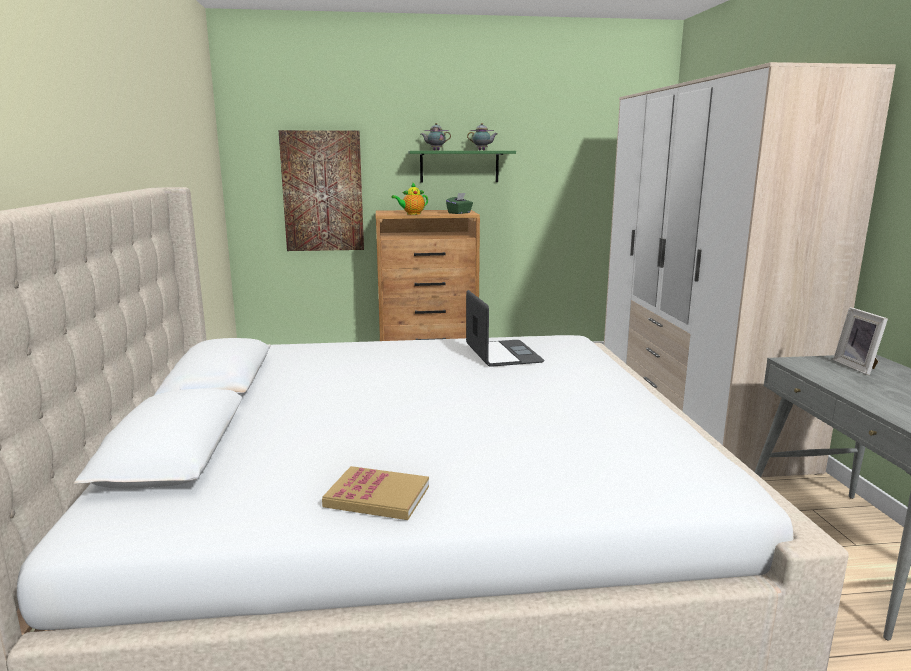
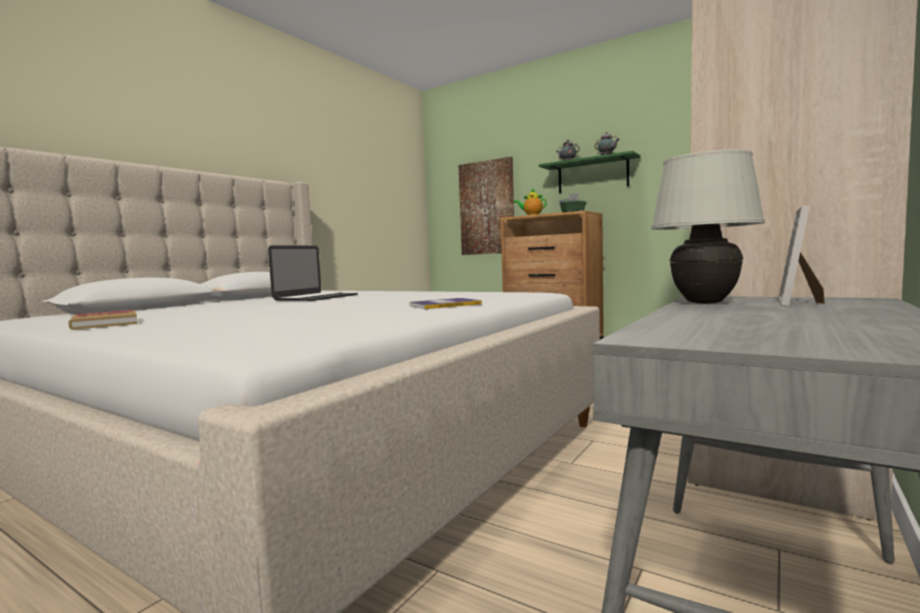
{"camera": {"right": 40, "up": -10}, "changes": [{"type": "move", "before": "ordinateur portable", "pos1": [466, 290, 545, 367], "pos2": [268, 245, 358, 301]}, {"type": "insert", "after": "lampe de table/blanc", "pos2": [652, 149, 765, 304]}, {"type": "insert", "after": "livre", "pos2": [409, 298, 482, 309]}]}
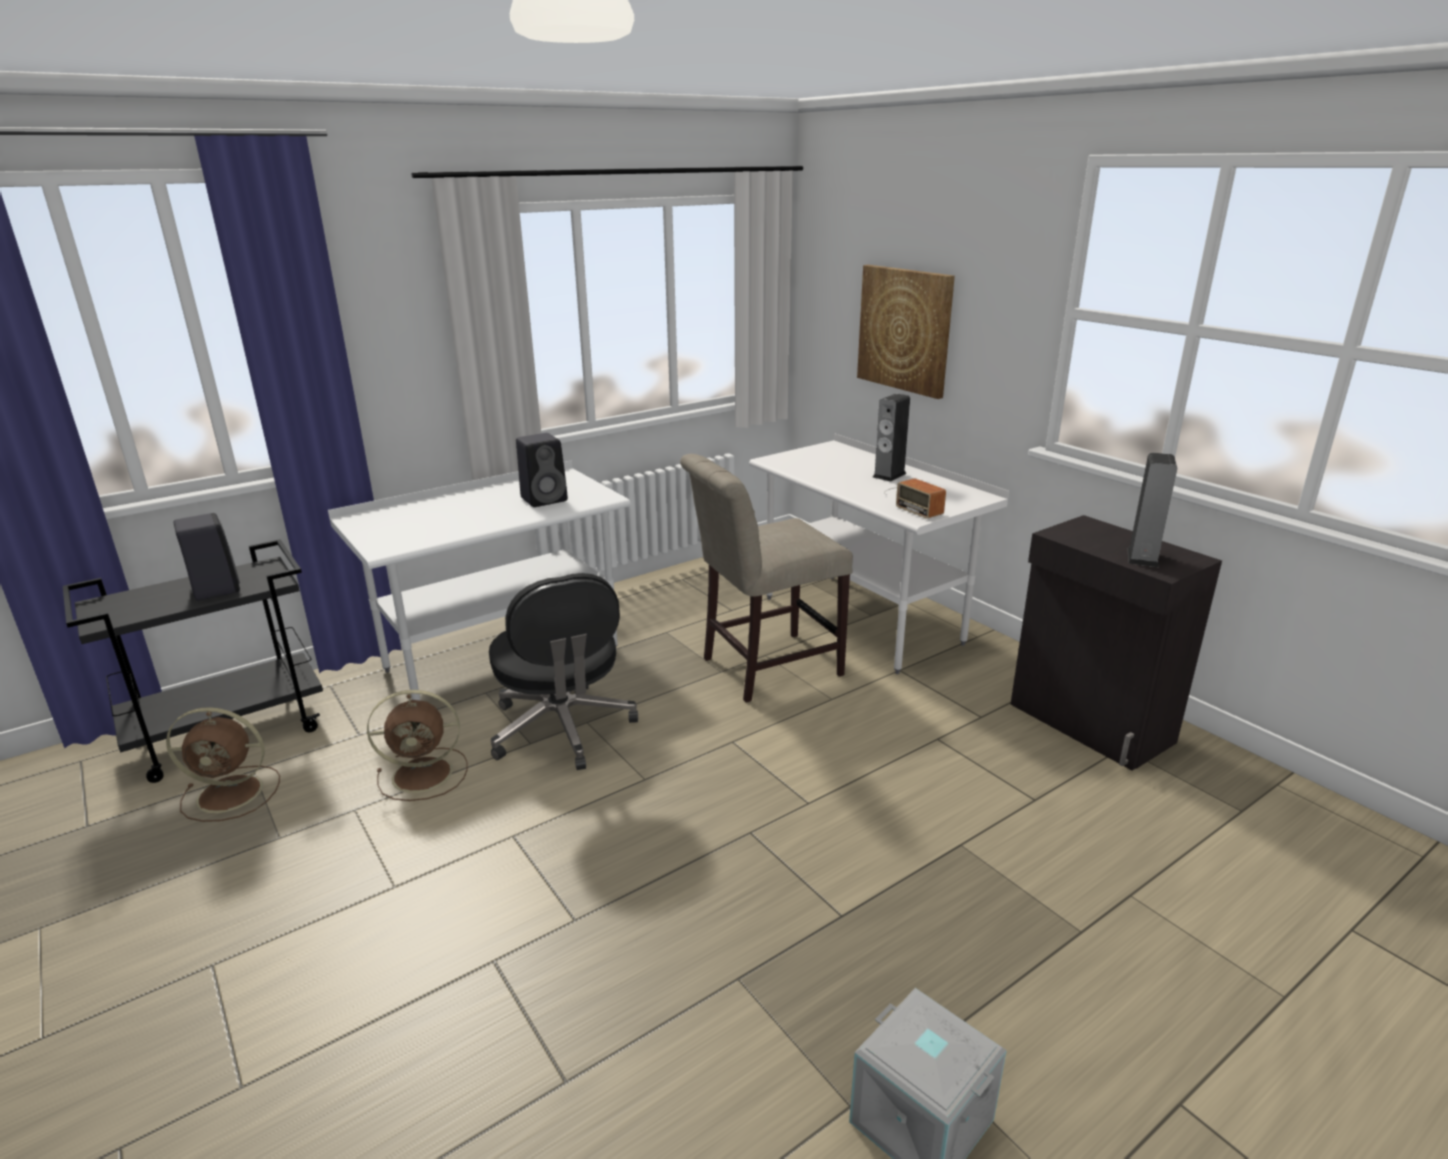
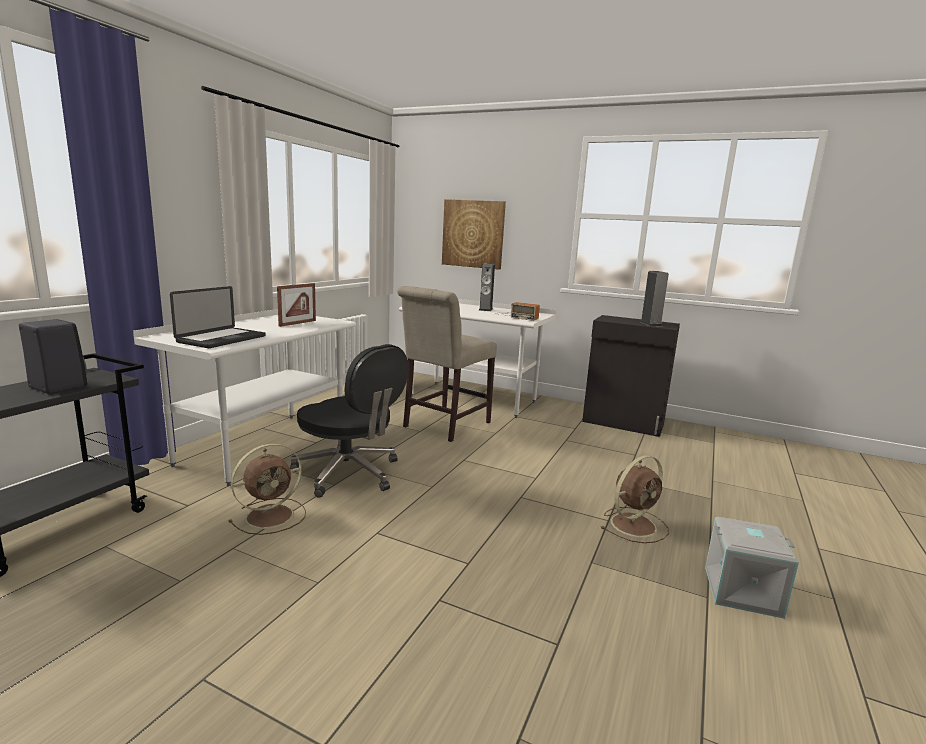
{"camera": {"right": -30, "up": -10}, "changes": [{"type": "replace", "before": "enceinte/noir", "after": "cadre photo", "pos1": [516, 433, 568, 507], "pos2": [277, 283, 316, 327]}, {"type": "move", "before": "ventilateur/marron", "pos1": [166, 707, 280, 822], "pos2": [601, 455, 669, 543]}, {"type": "insert", "after": "ordinateur portable", "pos2": [170, 286, 266, 348]}]}
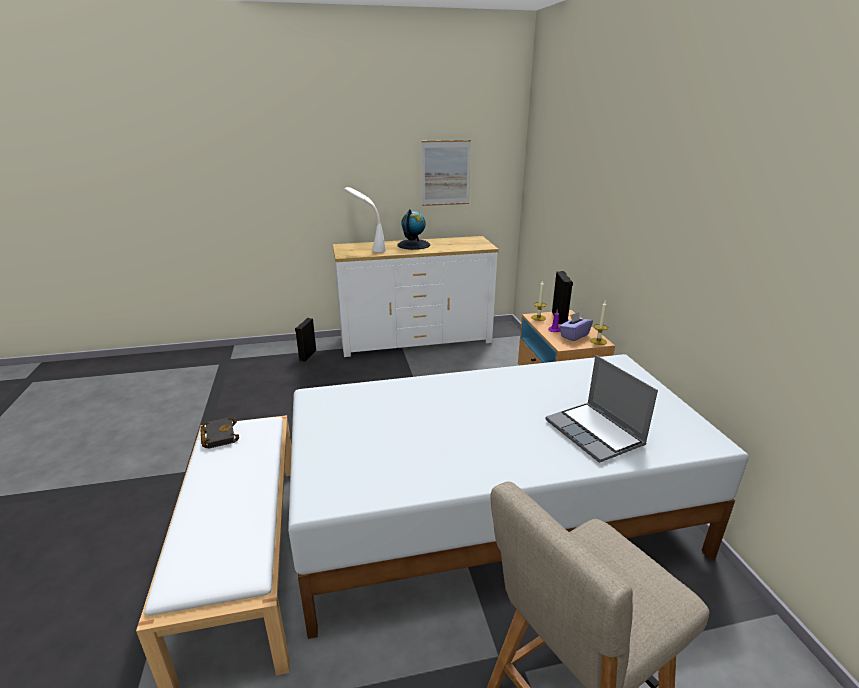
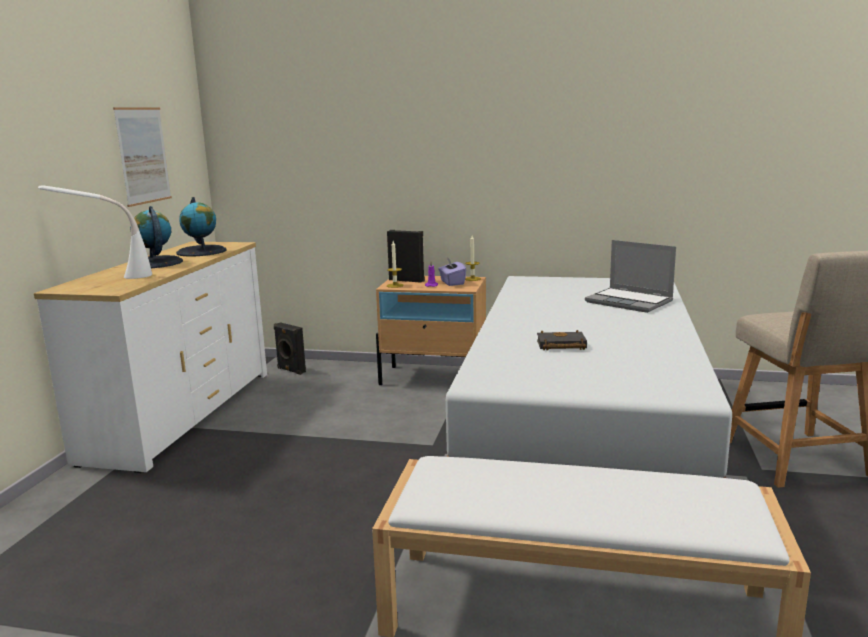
{"camera": {"right": -65, "up": -10}, "changes": [{"type": "move", "before": "enceinte/noir", "pos1": [295, 318, 316, 362], "pos2": [274, 322, 306, 375]}, {"type": "rotate", "before": "ordinateur portable", "pos1": [545, 355, 658, 463], "pos2": [585, 240, 676, 313], "turn": 45}, {"type": "move", "before": "livre/noir", "pos1": [201, 417, 239, 449], "pos2": [537, 330, 587, 350]}, {"type": "insert", "after": "globe", "pos2": [176, 197, 227, 257]}]}
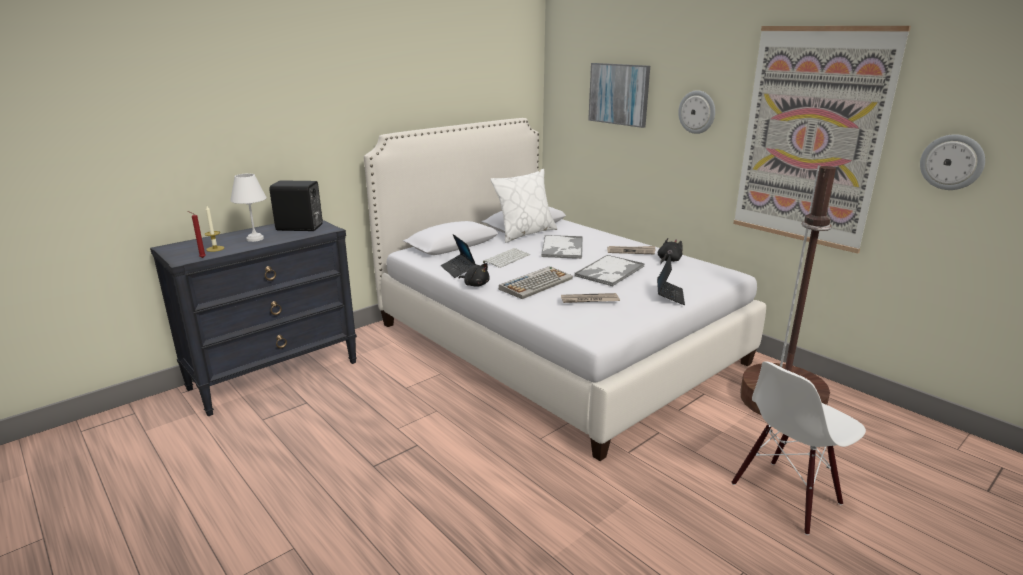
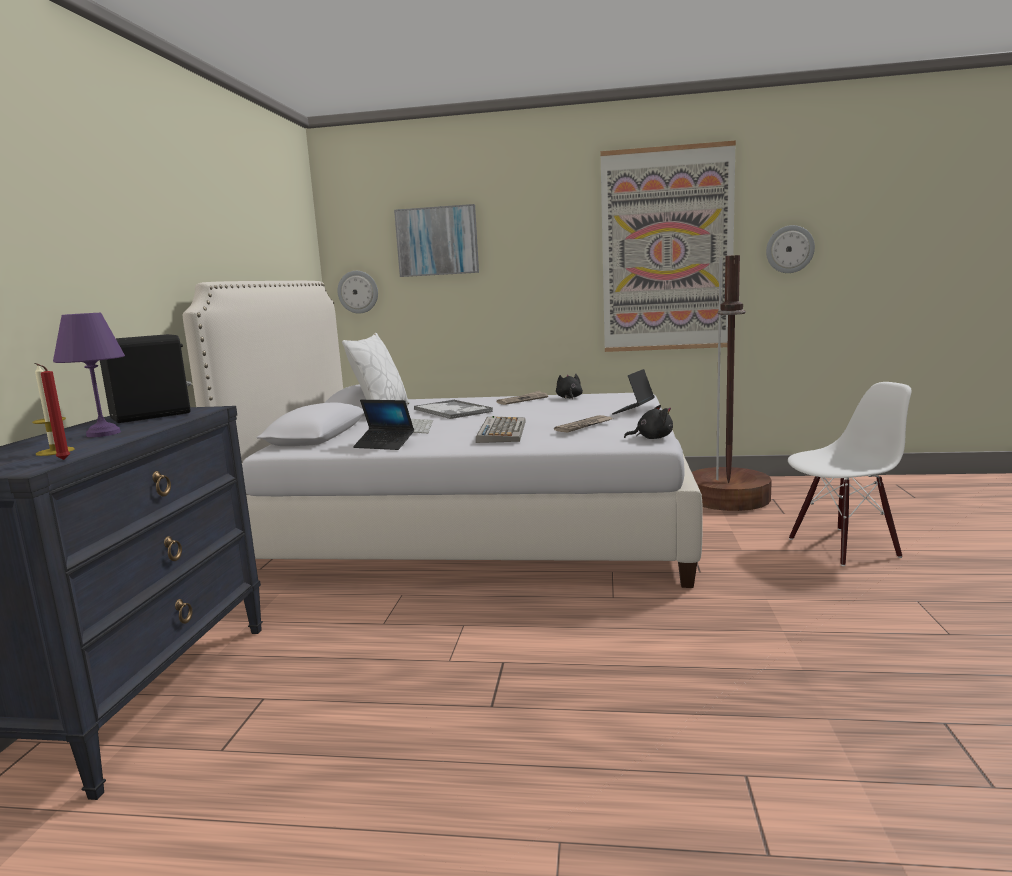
{"camera": {"right": -40, "up": -10}, "changes": [{"type": "move", "before": "horloge murale", "pos1": [678, 90, 715, 134], "pos2": [337, 271, 378, 314]}, {"type": "recolor", "before": "lampe de table/blanc", "after": "lampe de table/violet", "pos1": [230, 173, 267, 242], "pos2": [53, 313, 125, 437]}, {"type": "delete", "before": "plateau", "pos1": [574, 255, 645, 286]}, {"type": "rotate", "before": "ordinateur portable", "pos1": [657, 256, 685, 305], "pos2": [612, 369, 655, 414], "turn": -120}, {"type": "move", "before": "peluche/noir", "pos1": [459, 263, 490, 287], "pos2": [624, 405, 673, 439]}, {"type": "rotate", "before": "chaise/blanc", "pos1": [732, 361, 866, 535], "pos2": [788, 382, 912, 566], "turn": -120}]}
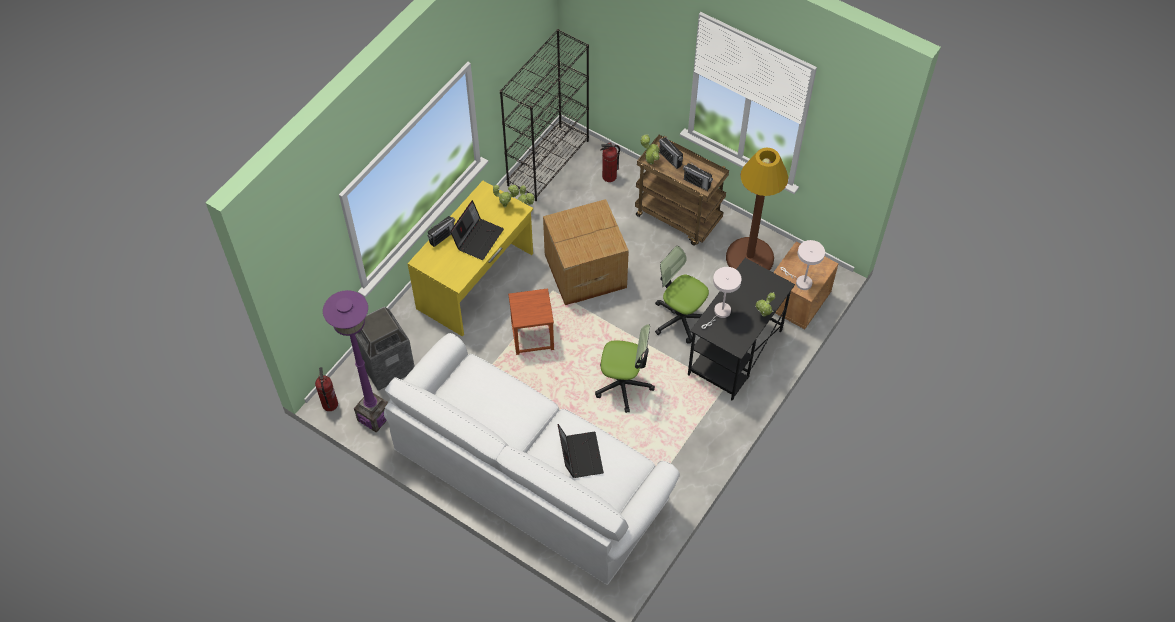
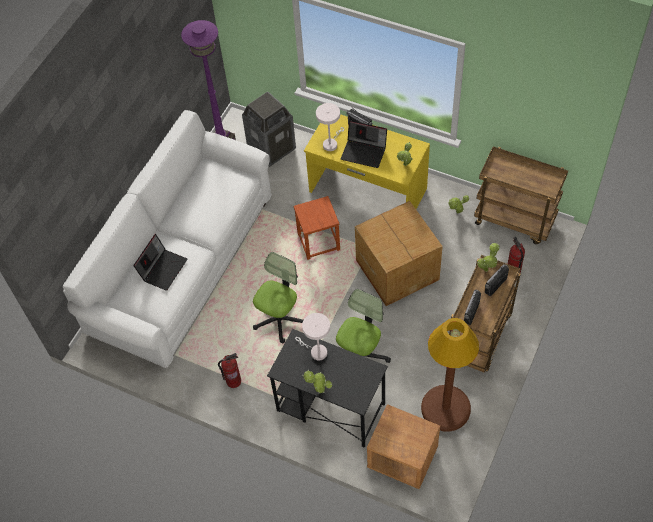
{"camera": {"right": 85, "up": 0}, "changes": [{"type": "replace", "before": "bibliothèque/noir", "after": "chariot/marron", "pos1": [500, 29, 589, 201], "pos2": [474, 146, 568, 244]}, {"type": "move", "before": "lampe de table/blanc", "pos1": [781, 240, 825, 290], "pos2": [316, 103, 344, 151]}, {"type": "rotate", "before": "chaise de bureau", "pos1": [595, 324, 655, 413], "pos2": [253, 252, 303, 343], "turn": -150}, {"type": "move", "before": "extincteur", "pos1": [315, 367, 338, 411], "pos2": [218, 353, 241, 388]}, {"type": "rotate", "before": "ordinateur portable", "pos1": [558, 424, 604, 478], "pos2": [133, 234, 187, 291], "turn": -45}]}
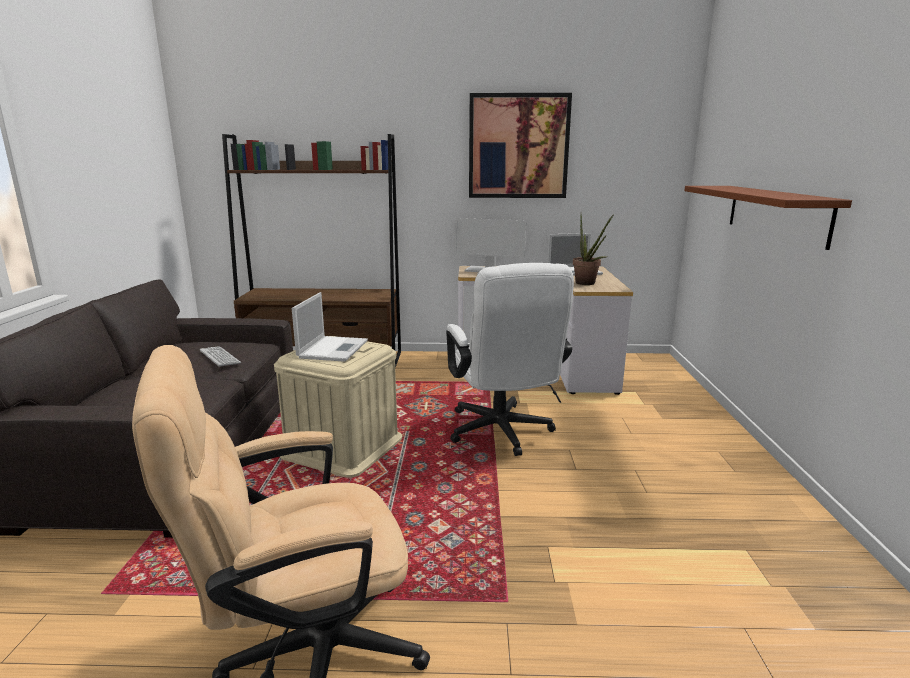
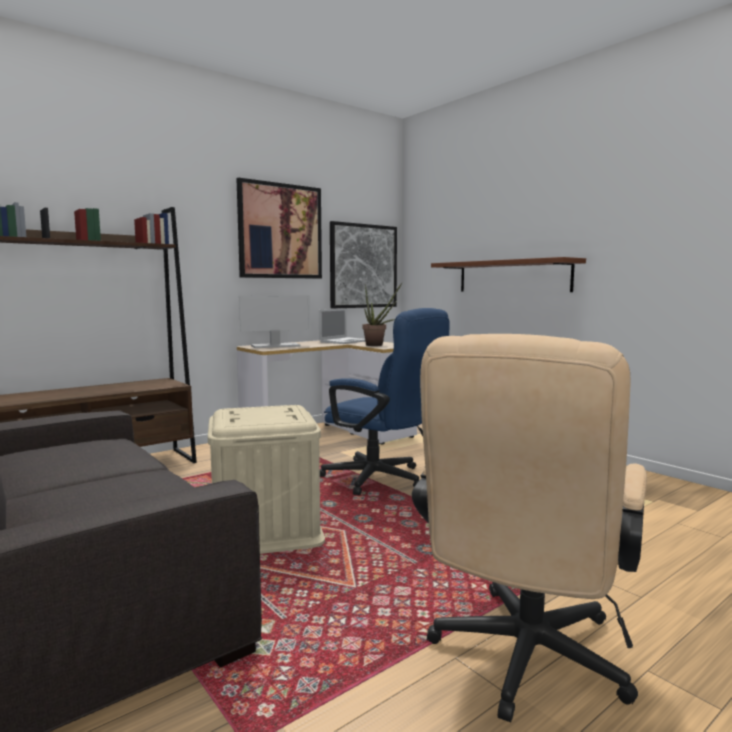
{"camera": {"right": -40, "up": -10}, "changes": [{"type": "recolor", "before": "chaise de bureau/blanc", "after": "chaise de bureau/bleu", "pos1": [446, 263, 574, 456], "pos2": [320, 308, 450, 495]}, {"type": "delete", "before": "ordinateur portable", "pos1": [292, 292, 368, 362]}, {"type": "delete", "before": "clavier", "pos1": [200, 346, 241, 367]}, {"type": "insert", "after": "tableau", "pos2": [330, 221, 397, 309]}]}
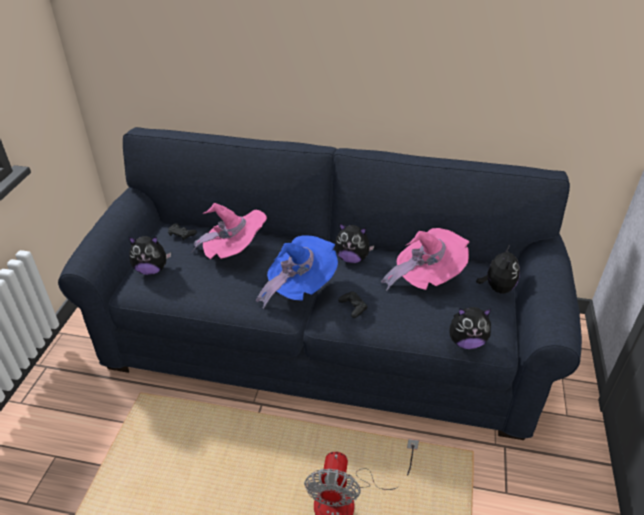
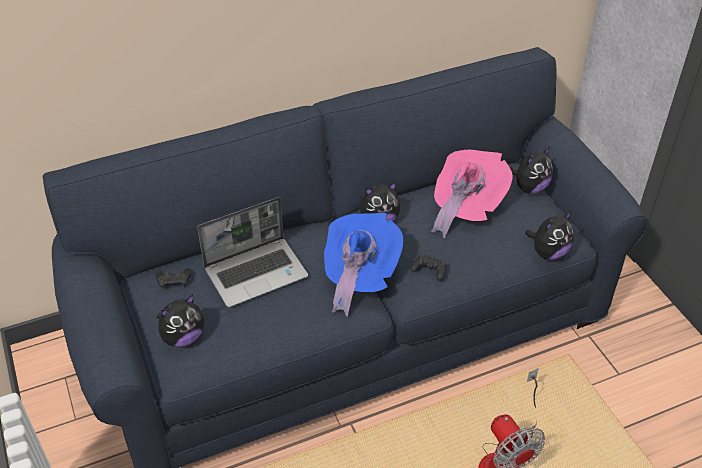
{"camera": {"right": -35, "up": 5}, "changes": [{"type": "replace", "before": "chapeau/rose", "after": "ordinateur portable", "pos1": [191, 203, 267, 259], "pos2": [197, 197, 308, 307]}, {"type": "rotate", "before": "peluche", "pos1": [476, 245, 520, 293], "pos2": [510, 147, 553, 194], "turn": 75}]}
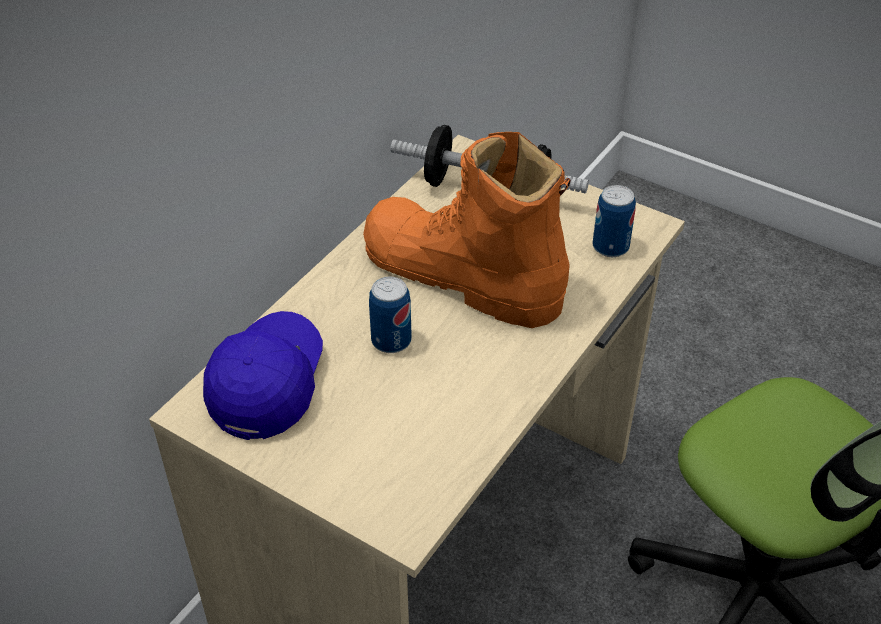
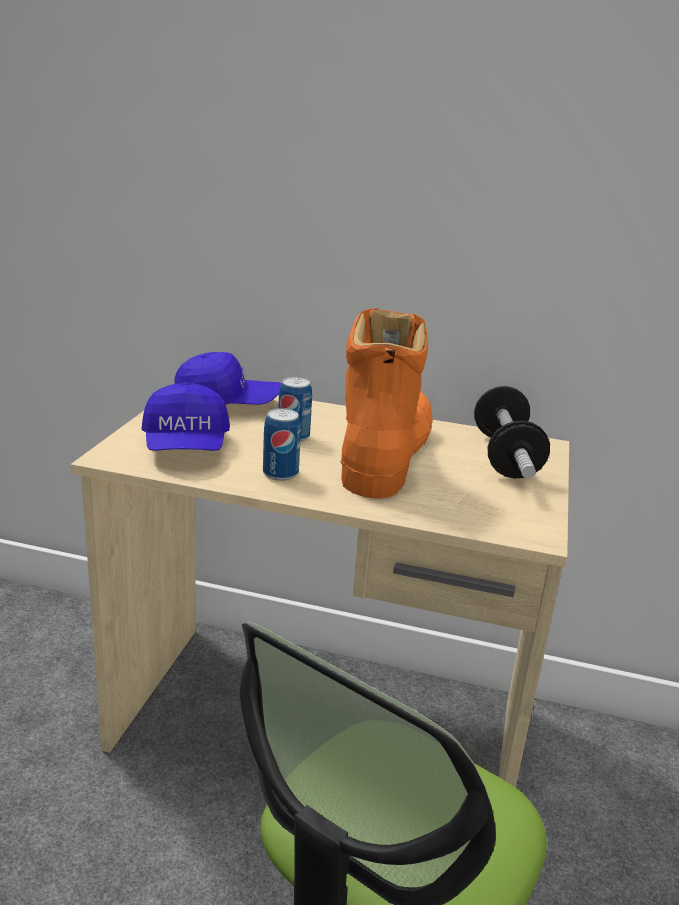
{"camera": {"right": 70, "up": -20}, "changes": [{"type": "move", "before": "boîte métallique", "pos1": [593, 185, 636, 257], "pos2": [263, 408, 301, 481]}, {"type": "insert", "after": "casquette/bleu", "pos2": [141, 382, 230, 451]}]}
